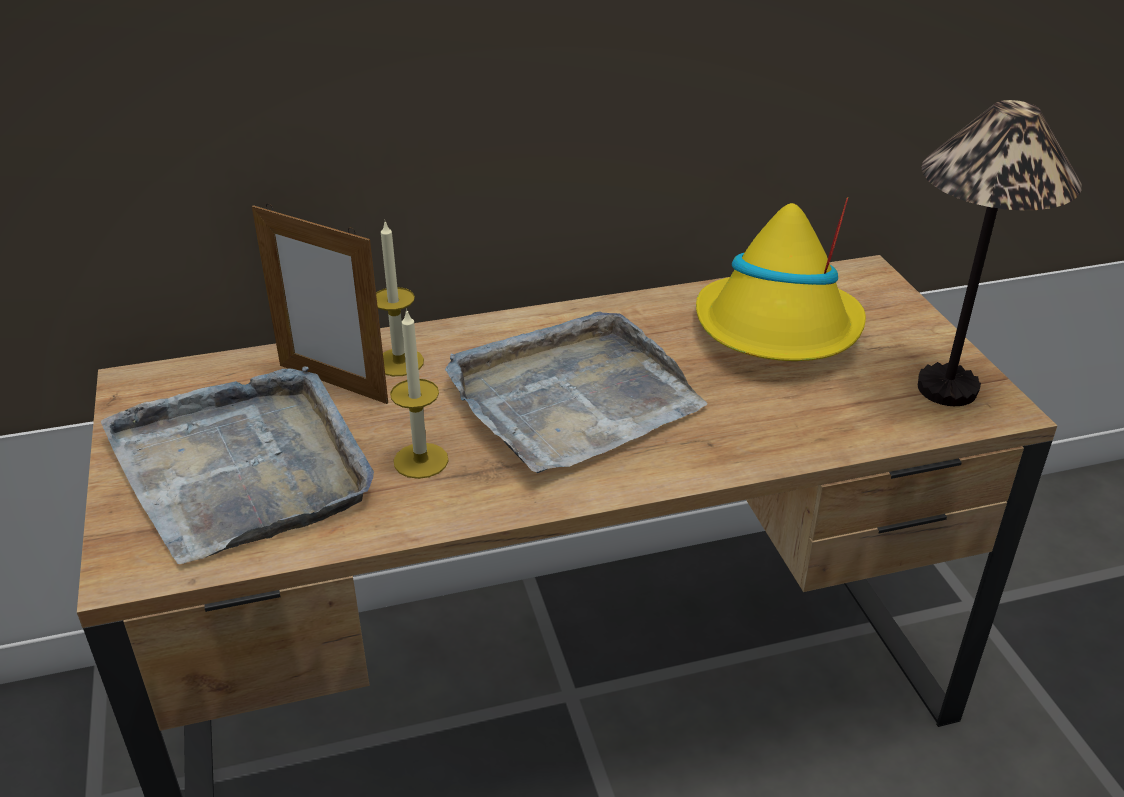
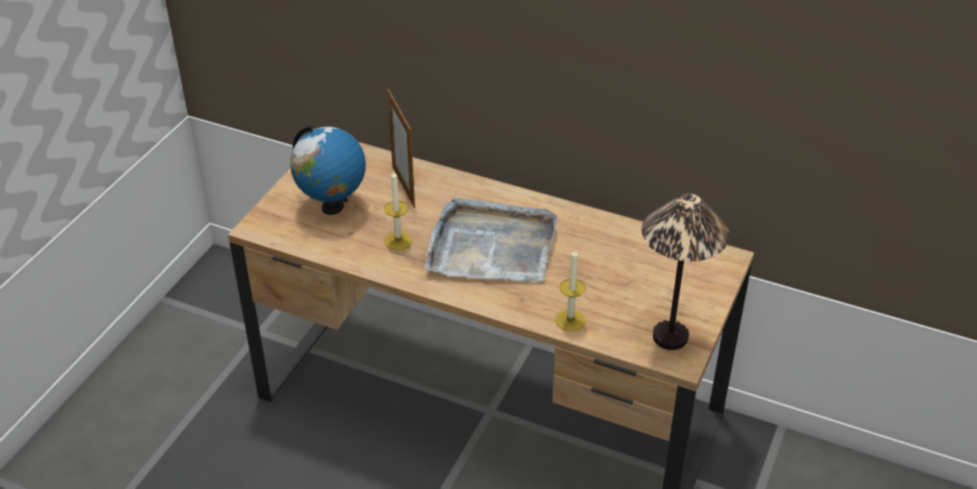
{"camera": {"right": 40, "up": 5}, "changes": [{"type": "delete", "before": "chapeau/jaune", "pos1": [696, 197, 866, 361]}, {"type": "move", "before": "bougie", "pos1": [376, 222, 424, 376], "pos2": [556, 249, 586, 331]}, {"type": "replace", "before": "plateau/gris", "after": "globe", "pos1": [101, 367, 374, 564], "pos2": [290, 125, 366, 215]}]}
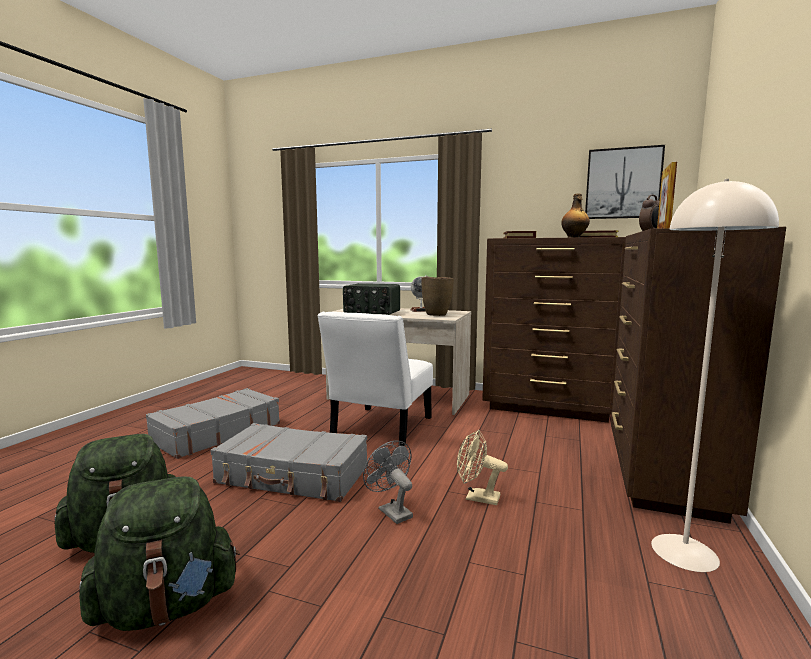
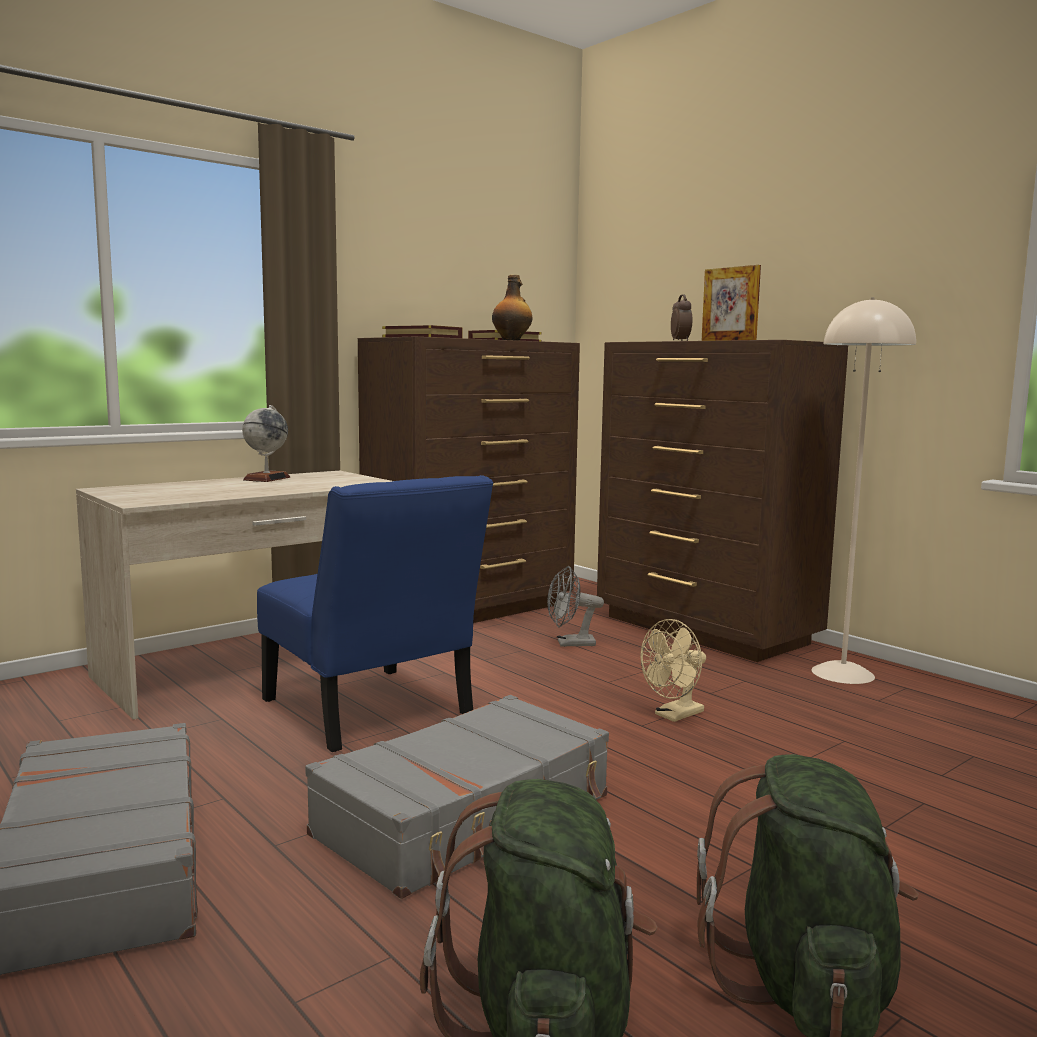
{"camera": {"right": -60, "up": 0}, "changes": [{"type": "delete", "before": "tableau", "pos1": [585, 145, 665, 219]}, {"type": "delete", "before": "vase/marron", "pos1": [421, 277, 454, 316]}, {"type": "delete", "before": "radio", "pos1": [343, 283, 400, 315]}, {"type": "recolor", "before": "chaise/blanc", "after": "chaise/bleu", "pos1": [317, 312, 433, 446], "pos2": [257, 475, 494, 752]}, {"type": "move", "before": "ventilateur/gris", "pos1": [363, 440, 413, 524], "pos2": [547, 566, 604, 647]}]}
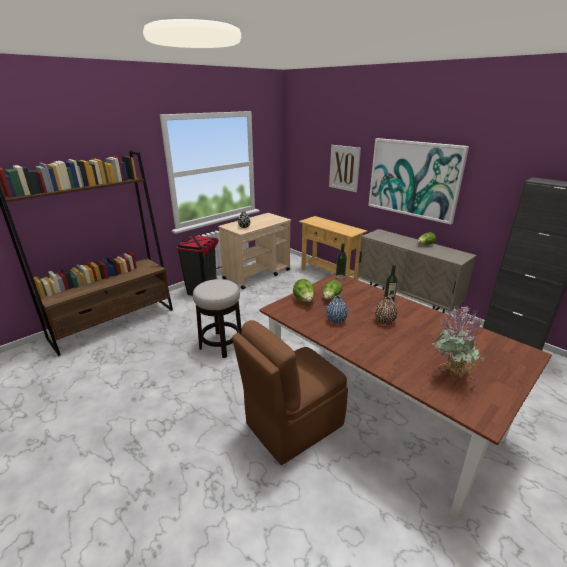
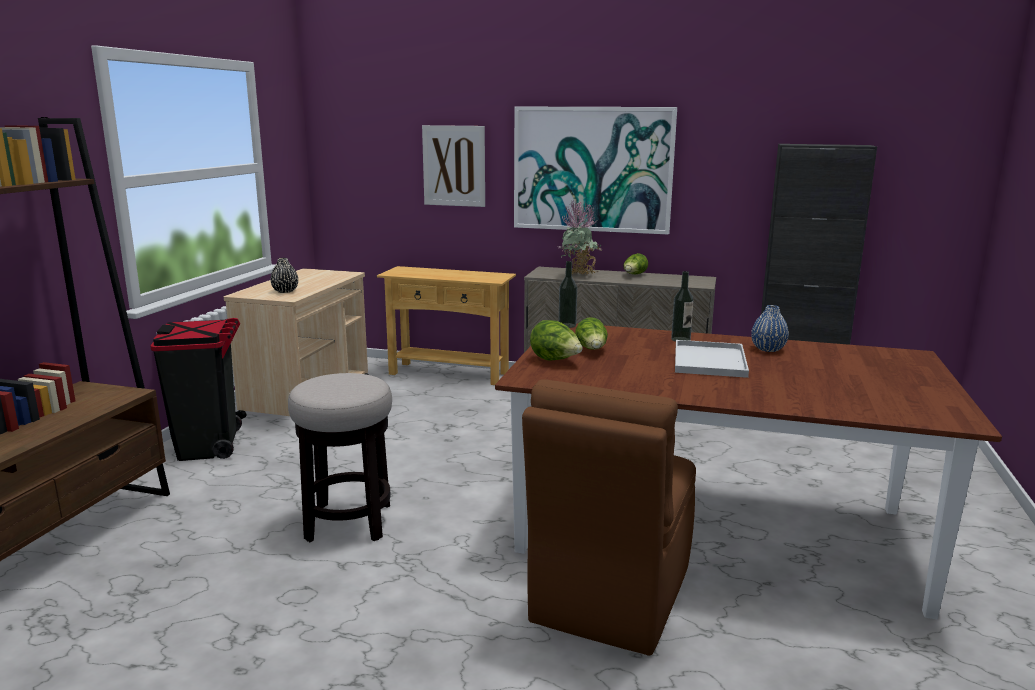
{"camera": {"right": -30, "up": -10}, "changes": [{"type": "move", "before": "vase/bleu", "pos1": [326, 295, 348, 324], "pos2": [751, 305, 789, 352]}, {"type": "replace", "before": "vase/marron", "after": "plateau/blanc", "pos1": [375, 296, 397, 325], "pos2": [675, 340, 749, 378]}, {"type": "move", "before": "plante en pot", "pos1": [432, 306, 484, 379], "pos2": [558, 200, 602, 275]}]}
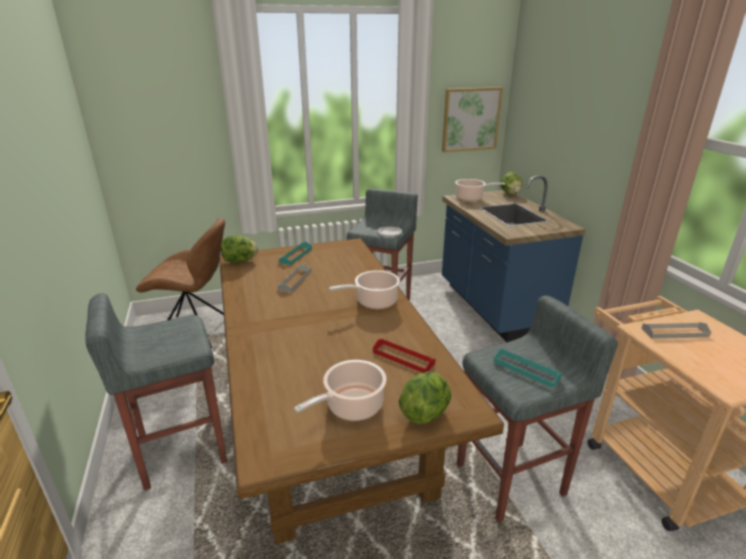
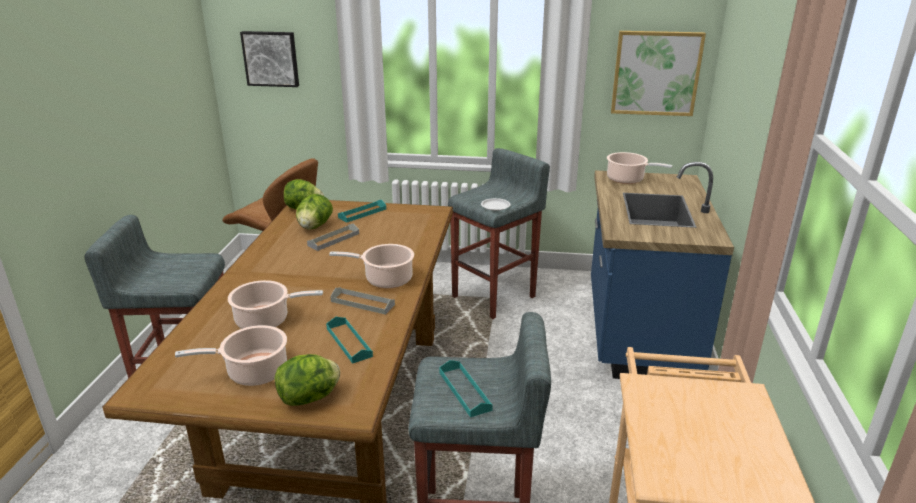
{"camera": {"right": 25, "up": 0}, "changes": [{"type": "move", "before": "laitue", "pos1": [500, 172, 522, 195], "pos2": [296, 194, 333, 230]}, {"type": "move", "before": "plateau/gris", "pos1": [641, 322, 711, 339], "pos2": [330, 287, 395, 315]}, {"type": "recolor", "before": "plateau/rouge", "after": "plateau/turquoise", "pos1": [373, 339, 435, 373], "pos2": [326, 317, 373, 364]}, {"type": "insert", "after": "tableau", "pos2": [240, 31, 299, 87]}, {"type": "insert", "after": "marmite", "pos2": [228, 280, 323, 329]}]}
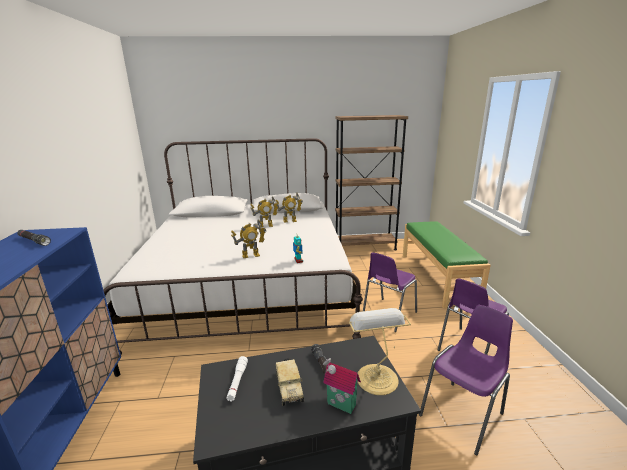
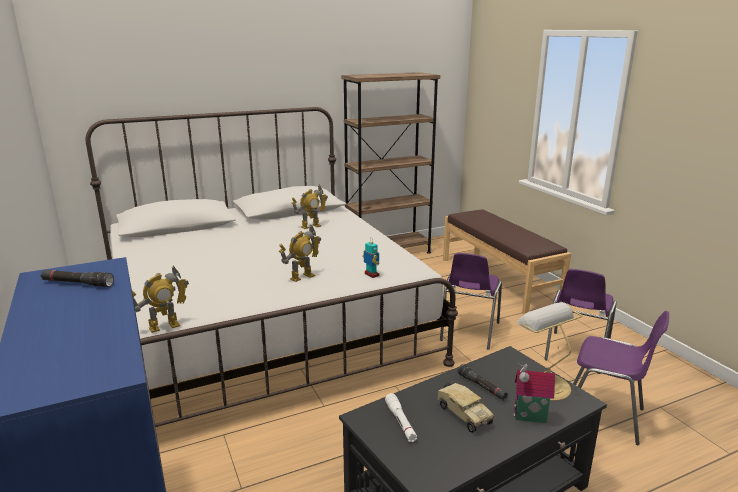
{"camera": {"right": -20, "up": 0}, "changes": [{"type": "move", "before": "robot jouet", "pos1": [251, 196, 279, 227], "pos2": [132, 266, 189, 333]}, {"type": "recolor", "before": "banc/vert", "after": "banc/marron", "pos1": [403, 221, 490, 308], "pos2": [443, 209, 571, 314]}, {"type": "rotate", "before": "chaise/violet", "pos1": [419, 305, 513, 455], "pos2": [573, 311, 669, 446], "turn": 90}]}
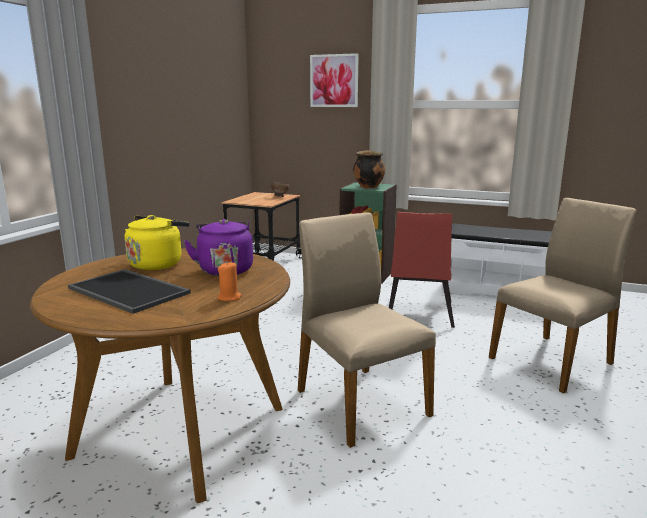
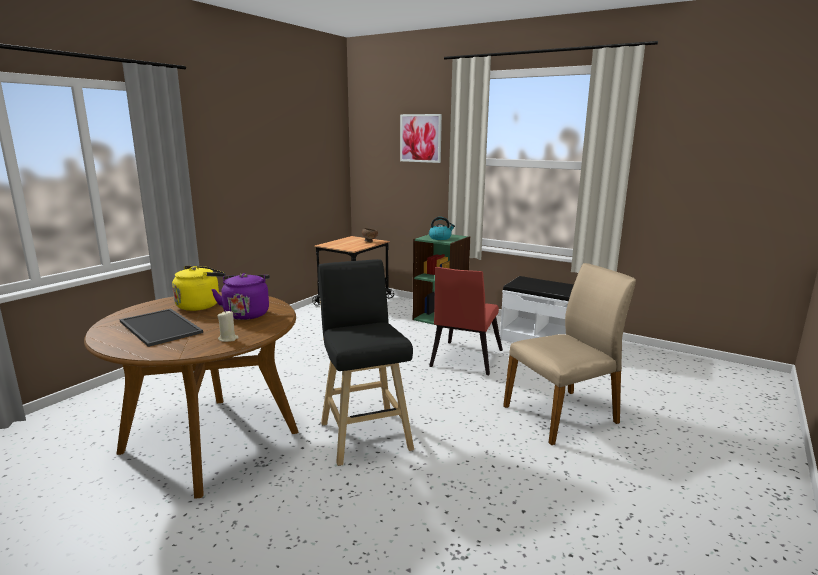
{"camera": {"right": 10, "up": 0}, "changes": [{"type": "replace", "before": "marmite", "after": "bouilloire", "pos1": [353, 150, 385, 189], "pos2": [429, 217, 455, 240]}, {"type": "replace", "before": "chaise/beige", "after": "tabouret/noir", "pos1": [298, 212, 436, 448], "pos2": [318, 259, 414, 466]}, {"type": "recolor", "before": "bougie/orange", "after": "bougie/beige", "pos1": [217, 261, 242, 301], "pos2": [218, 310, 239, 342]}]}
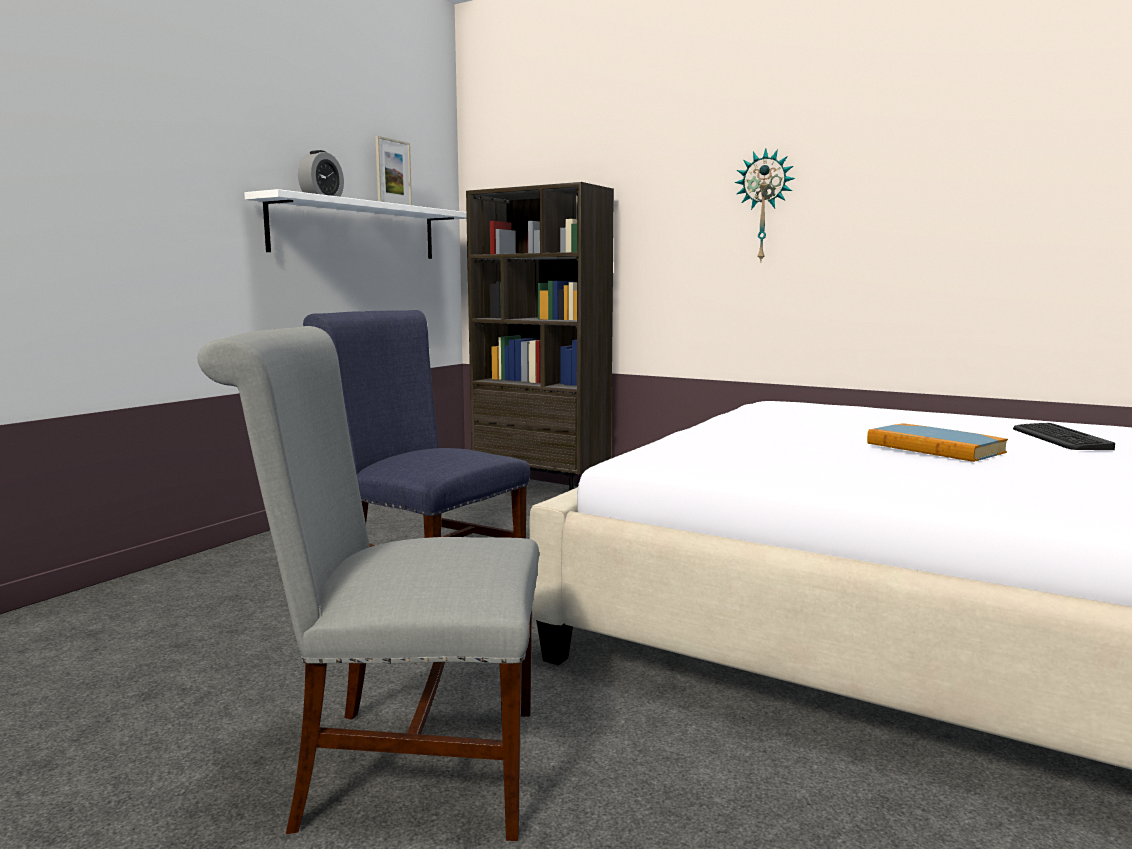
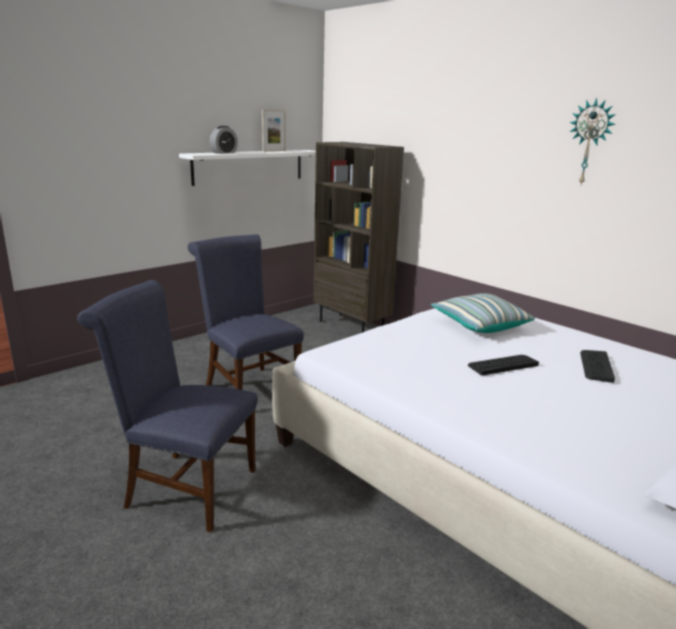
{"camera": {"right": 15, "up": 10}, "changes": [{"type": "move", "before": "horloge murale", "pos1": [734, 148, 795, 263], "pos2": [569, 98, 616, 185]}, {"type": "recolor", "before": "chaise/gris", "after": "chaise/bleu", "pos1": [198, 326, 539, 841], "pos2": [77, 280, 258, 532]}, {"type": "replace", "before": "livre", "after": "clavier", "pos1": [867, 423, 1008, 462], "pos2": [468, 355, 539, 375]}, {"type": "insert", "after": "coussin", "pos2": [431, 293, 535, 333]}]}
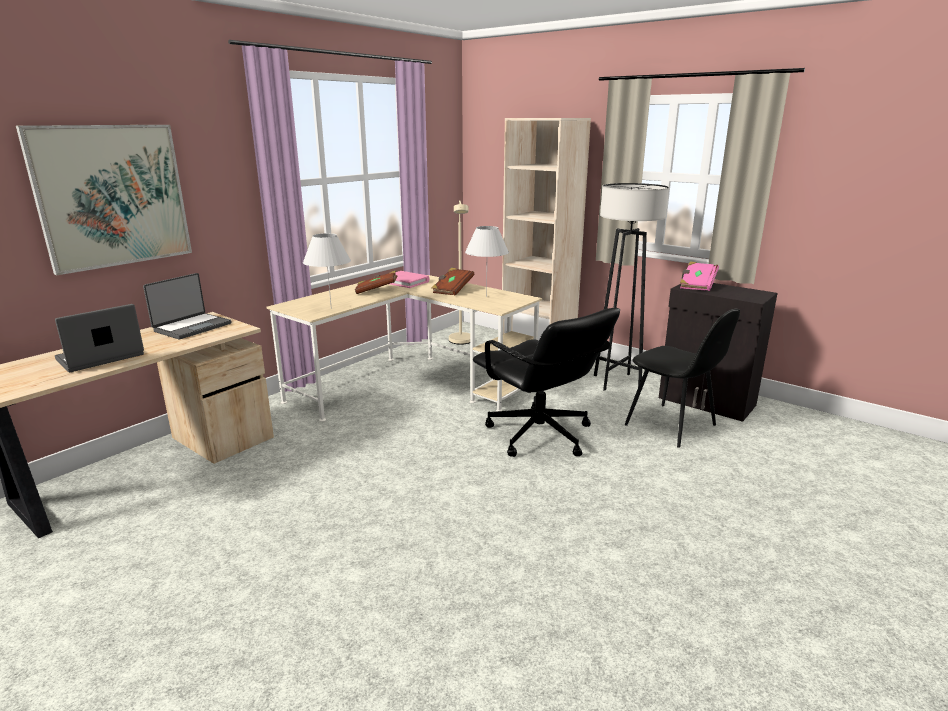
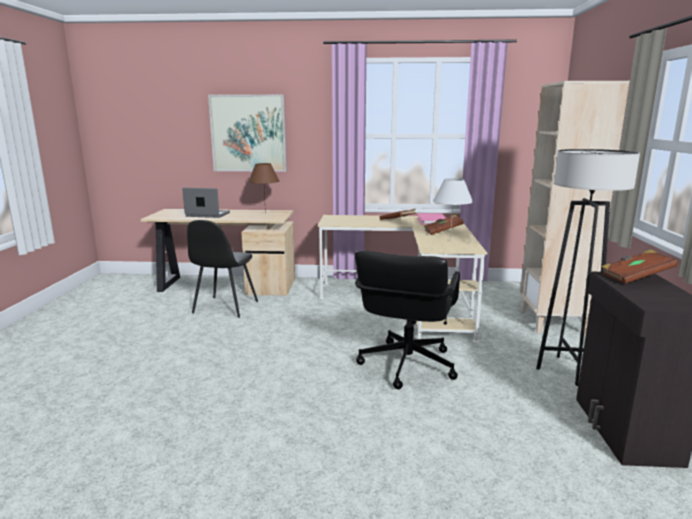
{"camera": {"right": 55, "up": -5}, "changes": [{"type": "delete", "before": "lampadaire/beige", "pos1": [449, 200, 470, 345]}, {"type": "delete", "before": "lampe de table/blanc", "pos1": [303, 233, 351, 309]}, {"type": "recolor", "before": "livre/rose", "after": "livre/marron", "pos1": [680, 261, 719, 291], "pos2": [601, 250, 677, 284]}, {"type": "replace", "before": "ordinateur portable", "after": "lampe de table/marron", "pos1": [143, 273, 232, 339], "pos2": [248, 163, 280, 214]}, {"type": "move", "before": "chaise/noir", "pos1": [625, 309, 740, 448], "pos2": [187, 220, 258, 318]}]}
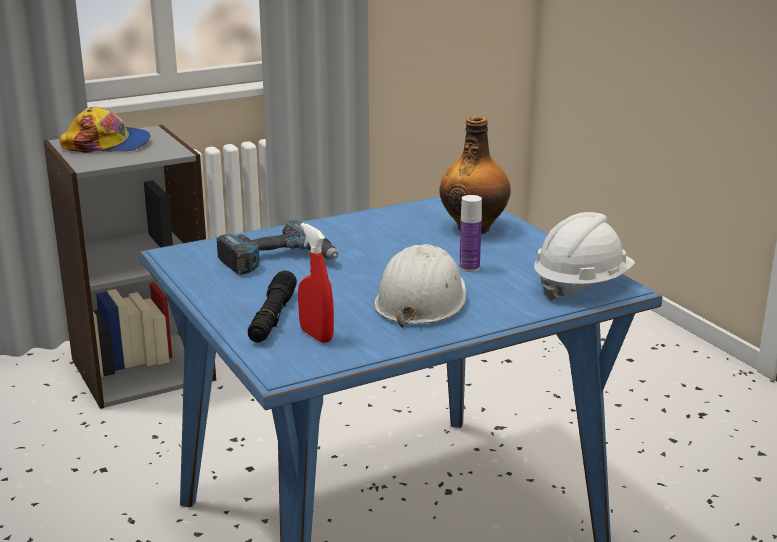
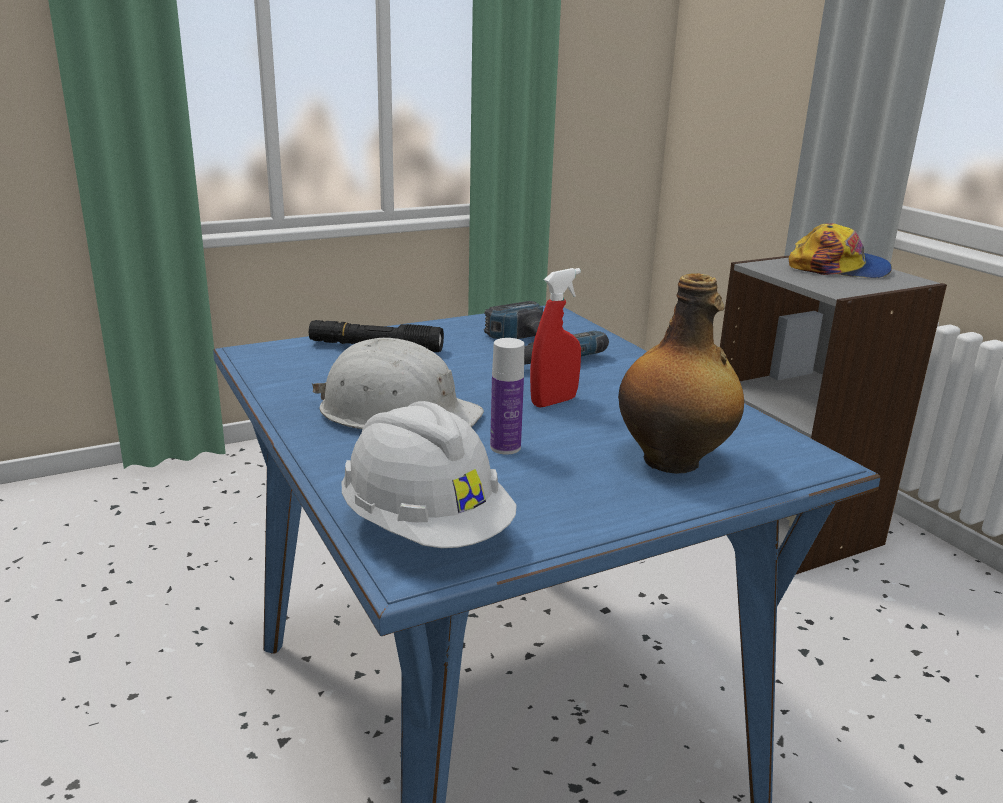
{"camera": {"right": 90, "up": 0}, "changes": [{"type": "rotate", "before": "casquette", "pos1": [59, 107, 150, 153], "pos2": [789, 223, 892, 278], "turn": -75}, {"type": "move", "before": "vaporisateur/rouge", "pos1": [298, 223, 334, 343], "pos2": [530, 268, 581, 407]}]}
